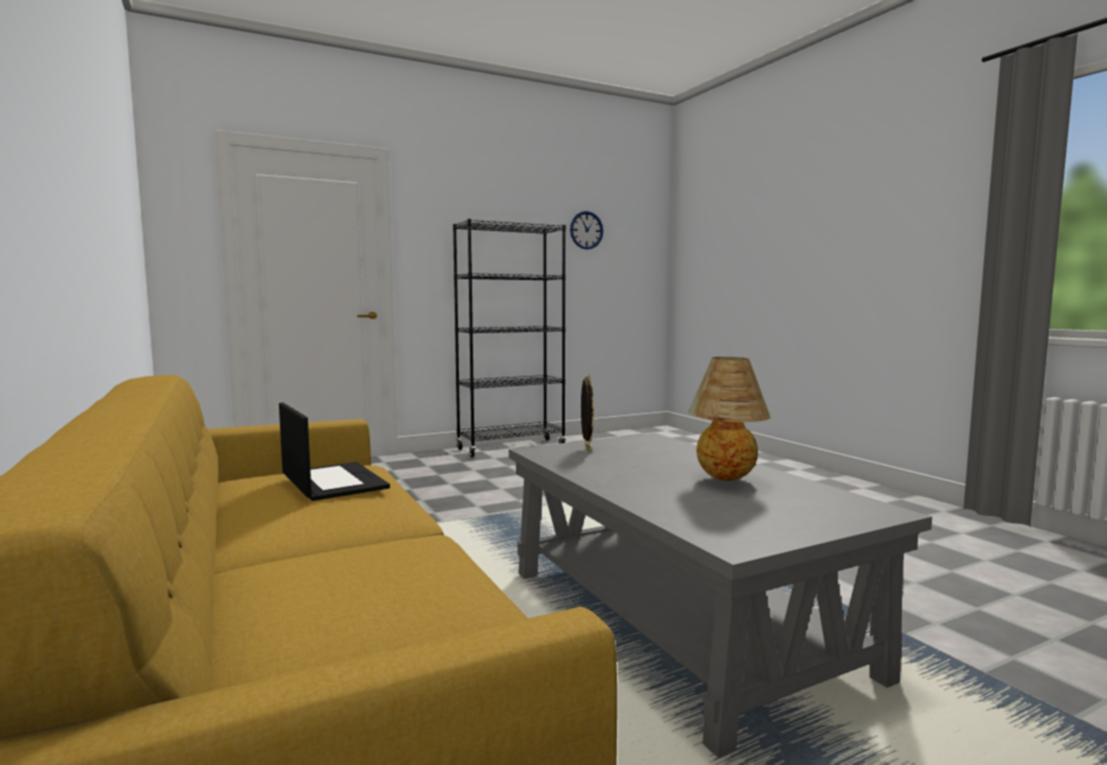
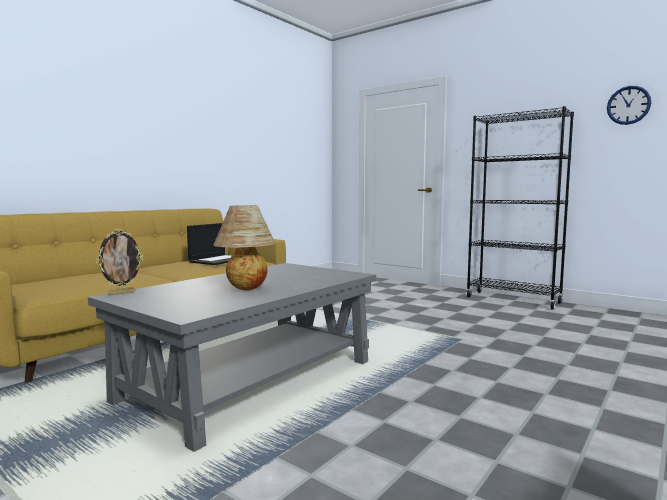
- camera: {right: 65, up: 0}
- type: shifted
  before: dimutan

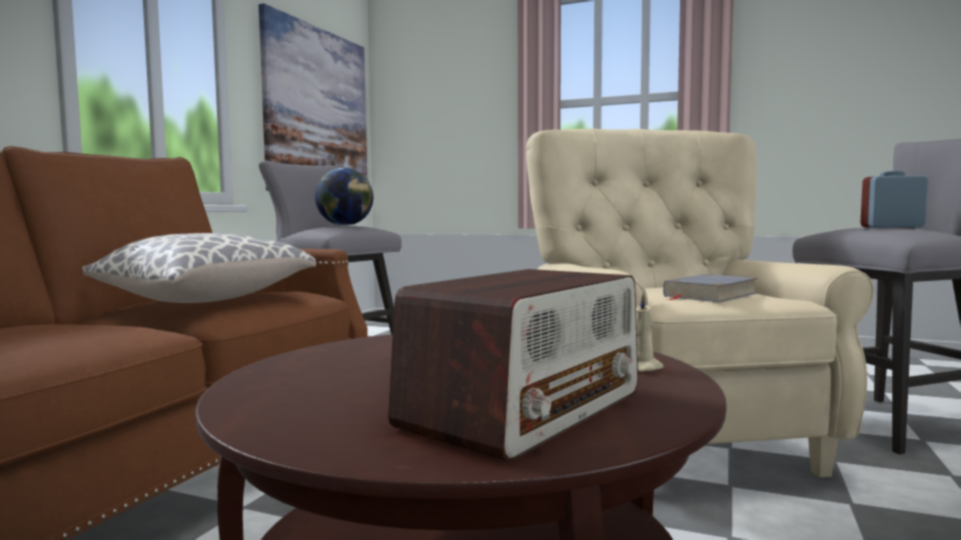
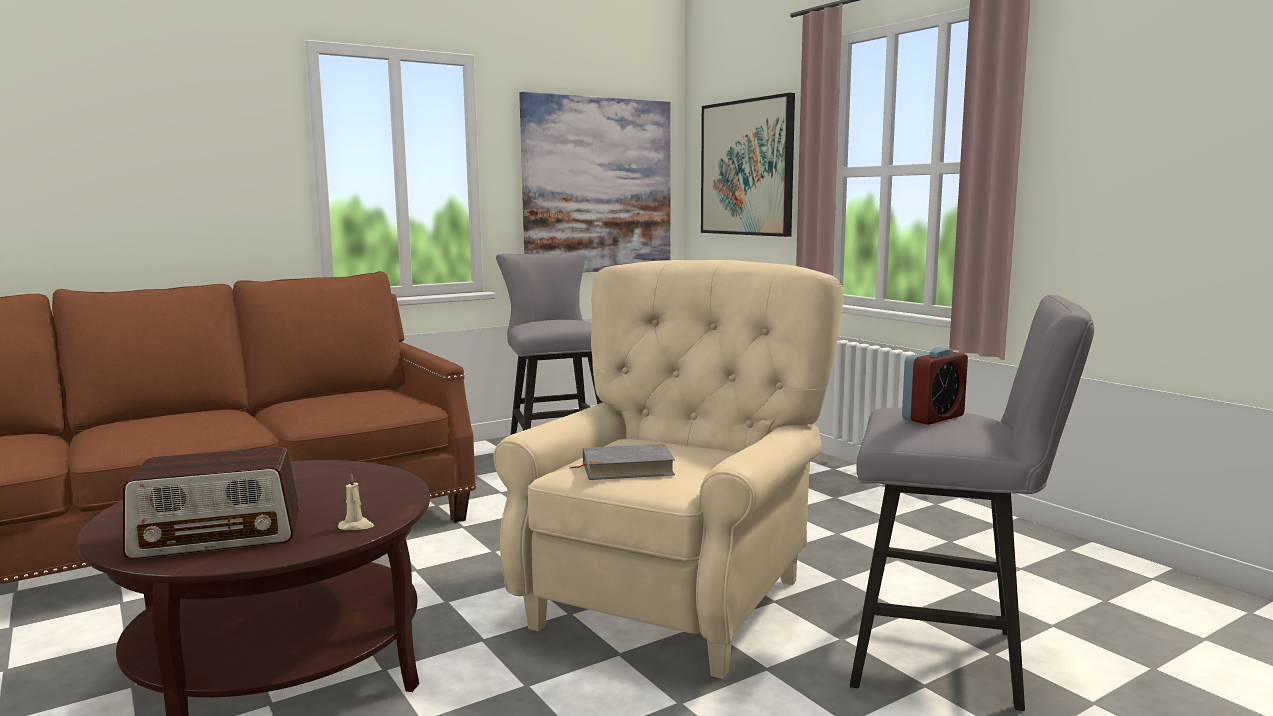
- camera: {right: 35, up: 5}
- type: new
  after: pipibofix (no. 2 from left)
- type: rotated
  before: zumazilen
  turn: 105
- type: gone
  before: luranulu
- type: gone
  before: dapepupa

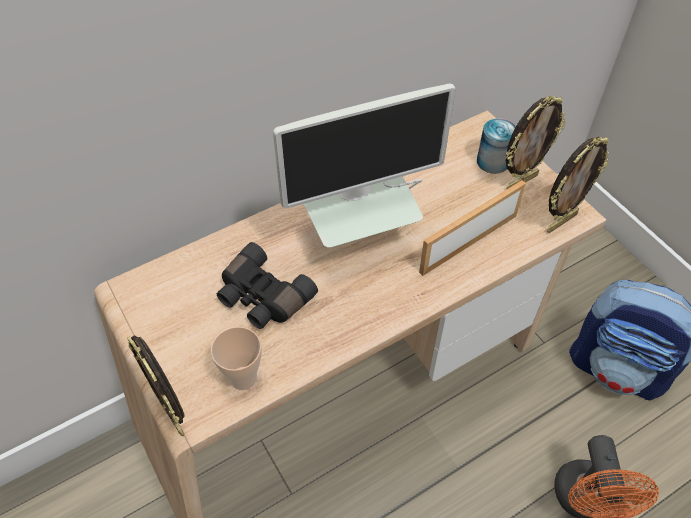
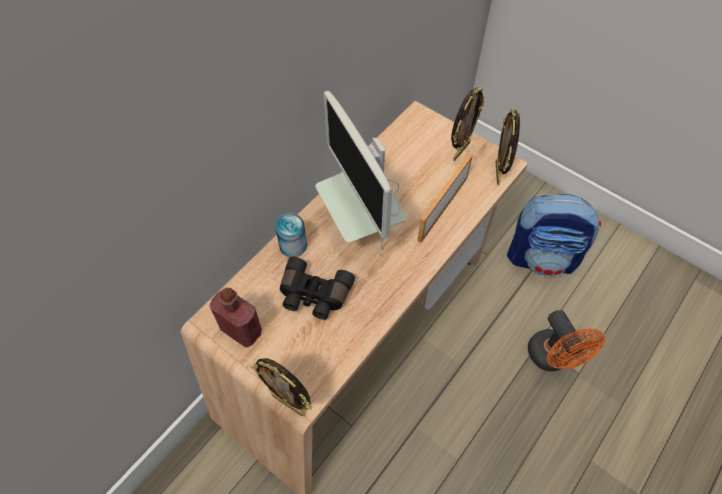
- camera: {right: -20, up: 5}
- type: new
  after: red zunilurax
- type: shifted
  before: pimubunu
- type: rotated
  before: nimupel
  turn: 105
- type: rotated
  before: dimutan (no. 4 from left)
  turn: 150
- type: gone
  before: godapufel

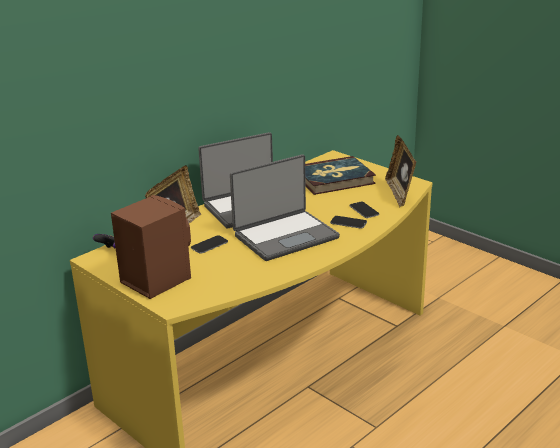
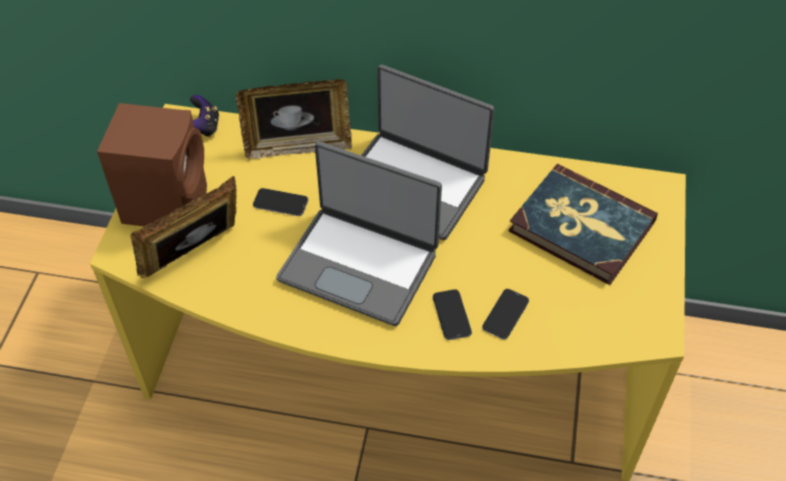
- camera: {right: 55, up: 25}
- type: shifted
  before: dimutan (no. 2 from left in the first image)
  after: dimutan (no. 1 from left)

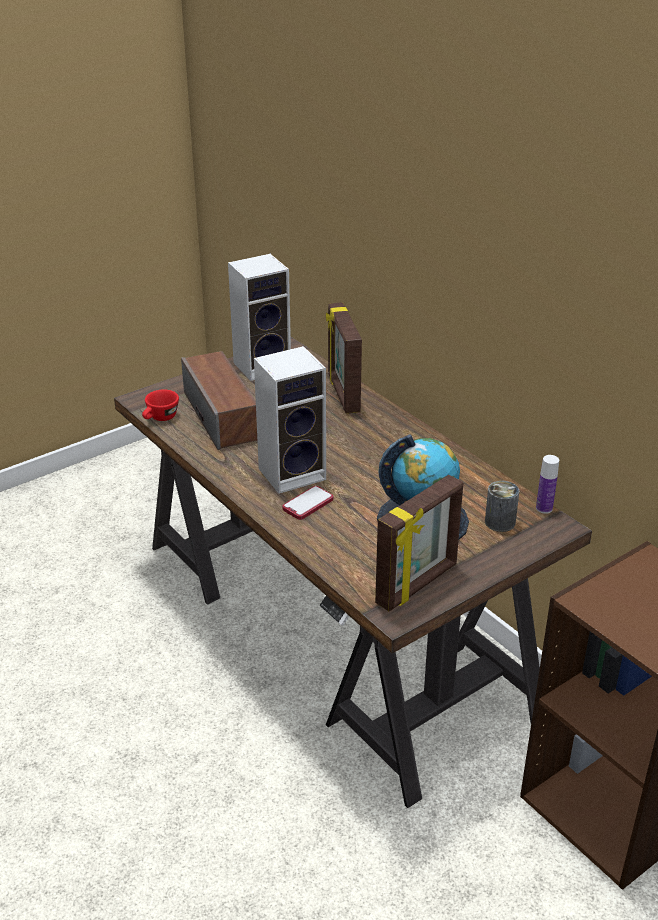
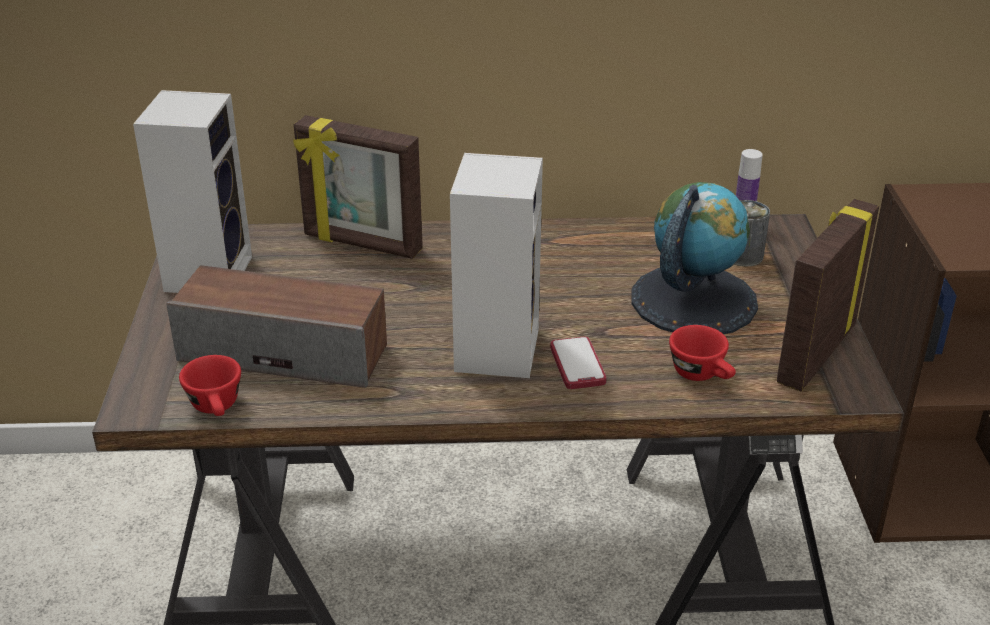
- camera: {right: -55, up: 0}
- type: new
  after: red godapufel (no. 2 from left)
- type: rotated
  before: dimutan (no. 2 from left)
  turn: -135

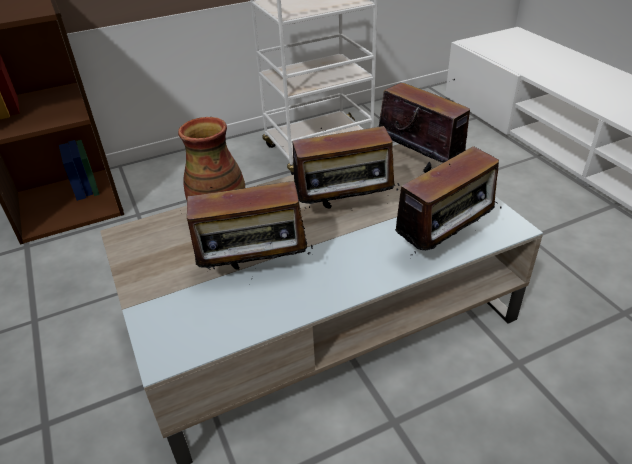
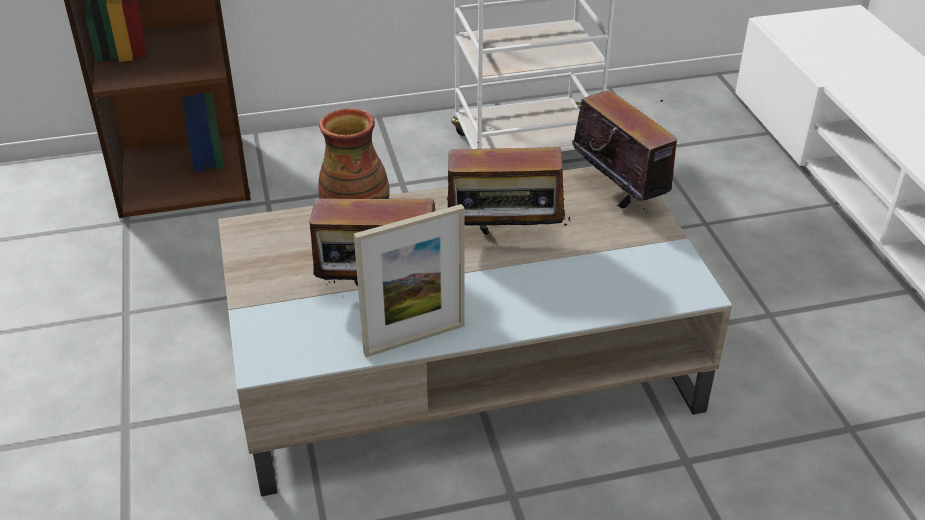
- camera: {right: 10, up: 0}
- type: new
  after: dimutan
- type: gone
  before: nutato (no. 4 from left)

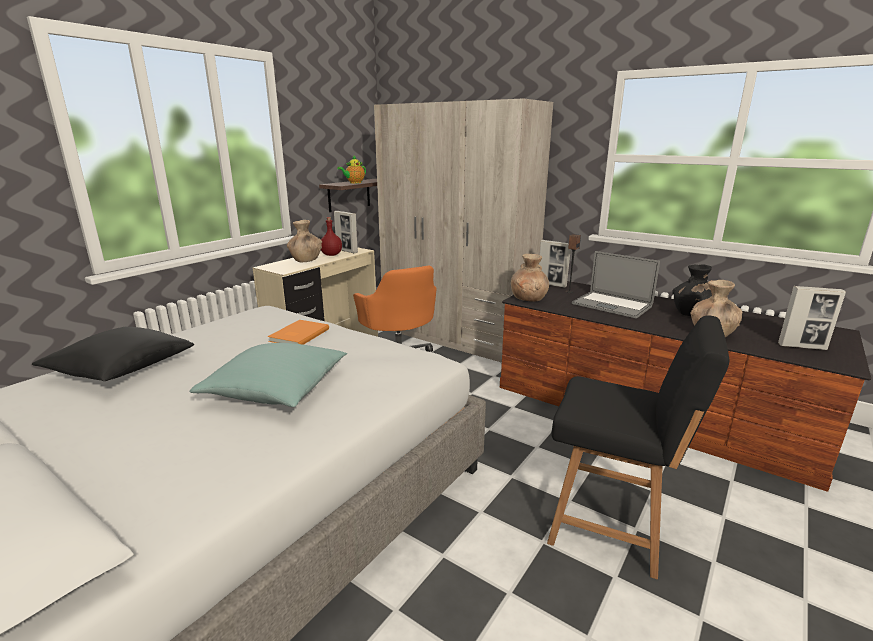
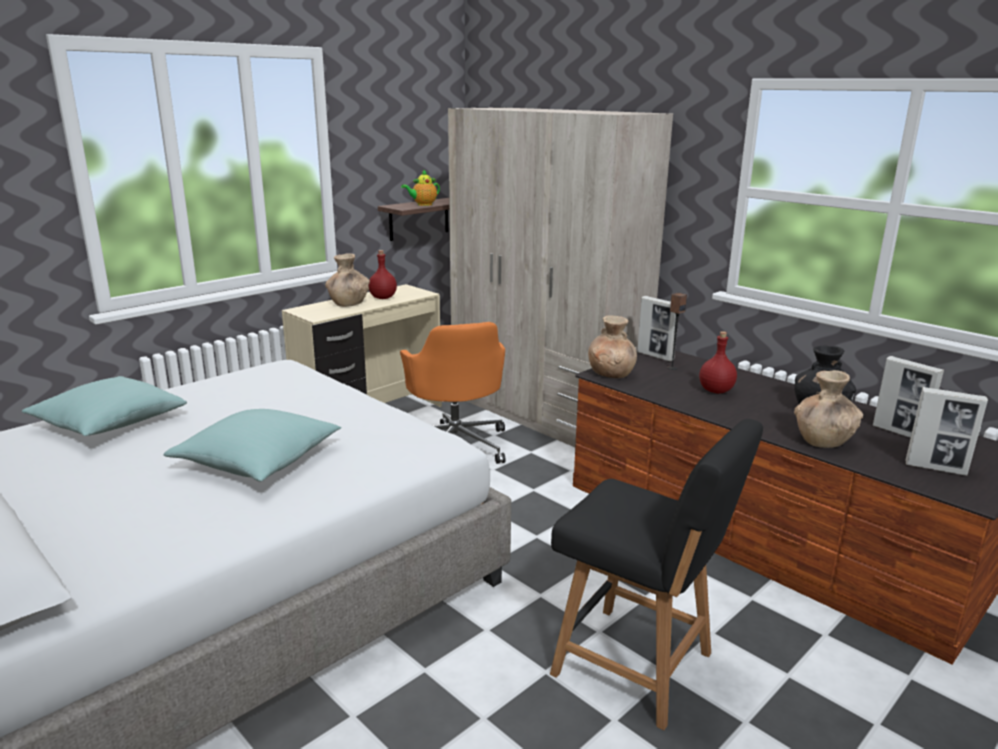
- camera: {right: 10, up: 0}
- type: repainted
  before: black luranulu
  after: turquoise luranulu (no. 1 from left)
- type: swapped
  before: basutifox
  after: red zunilurax (no. 2 from left)
- type: shifted
  before: dimutan (no. 1 from left in the first image)
  after: dimutan (no. 2 from left)
- type: gone
  before: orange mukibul

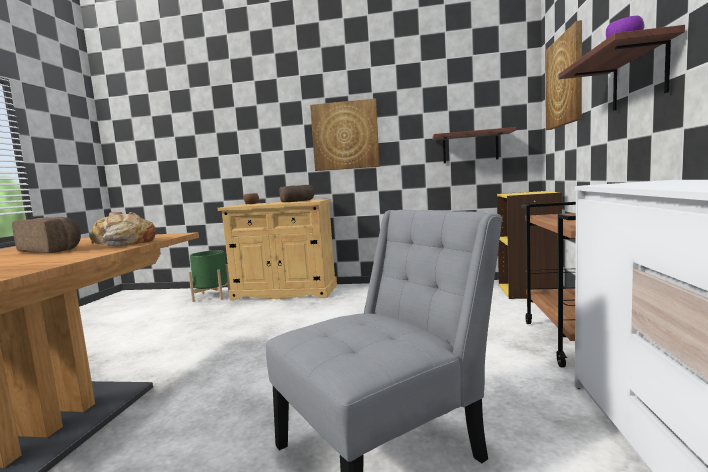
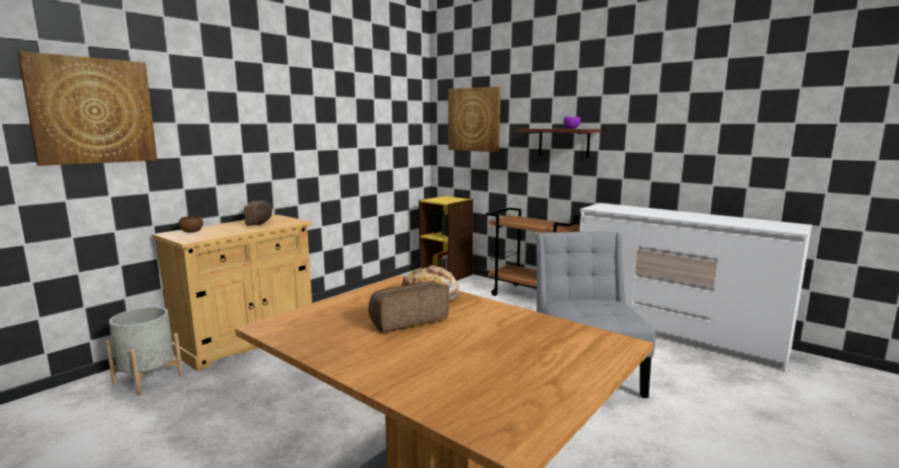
- camera: {right: -60, up: 5}
- type: shifted
  before: pipibofix (no. 1 from left)
- type: repainted
  before: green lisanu
  after: grey lisanu
- type: gone
  before: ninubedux (no. 1 from left)

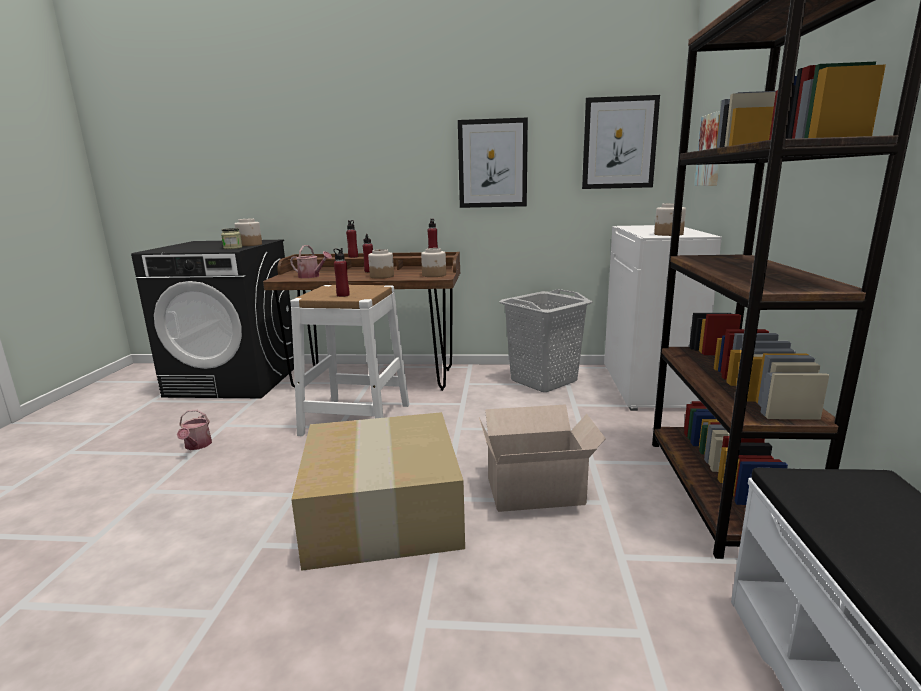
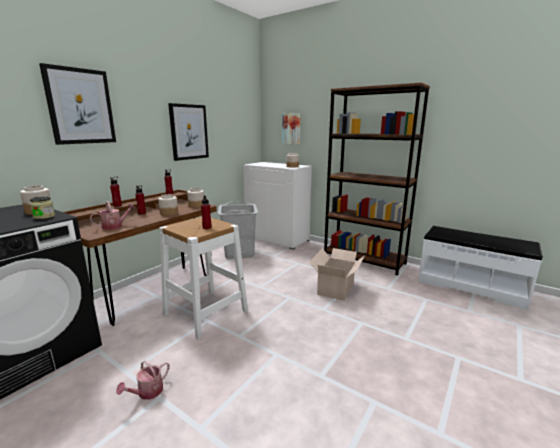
- camera: {right: -60, up: 0}
- type: shifted
  before: pipibofix (no. 2 from left in the first image)
  after: pipibofix (no. 1 from left)
- type: rotated
  before: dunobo (no. 1 from left in the first image)
  turn: 105
- type: gone
  before: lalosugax (no. 1 from left)

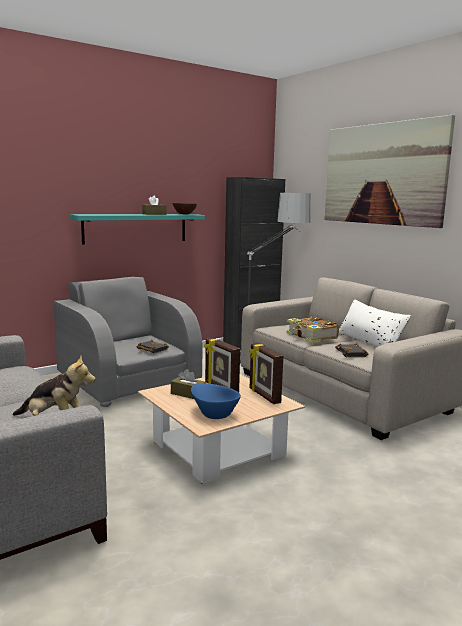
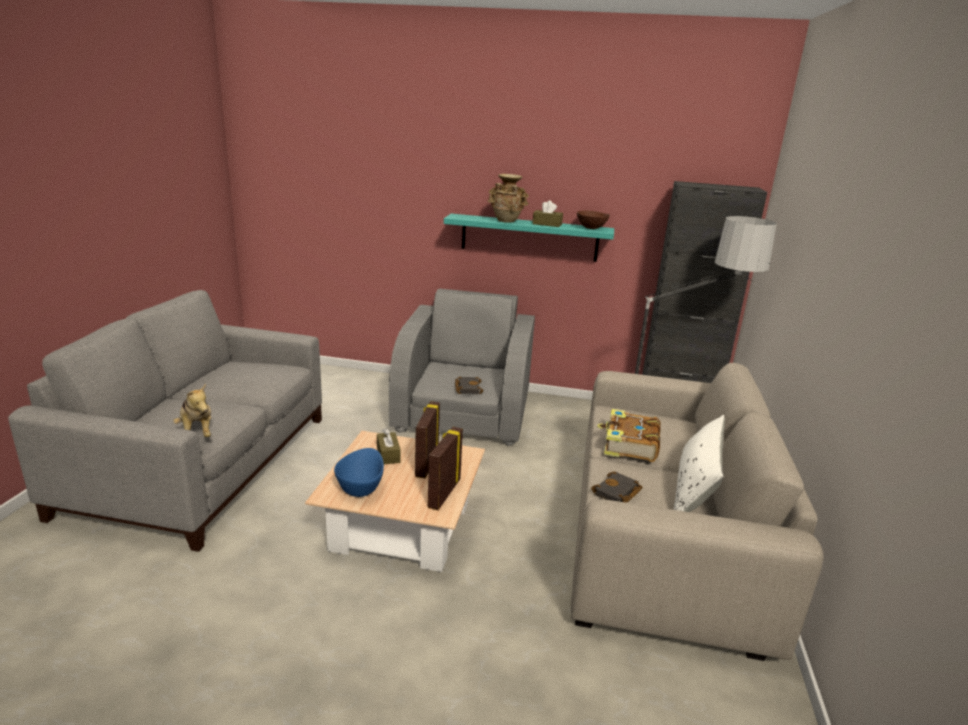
- camera: {right: 45, up: 10}
- type: new
  after: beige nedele
- type: gone
  before: pipibofix

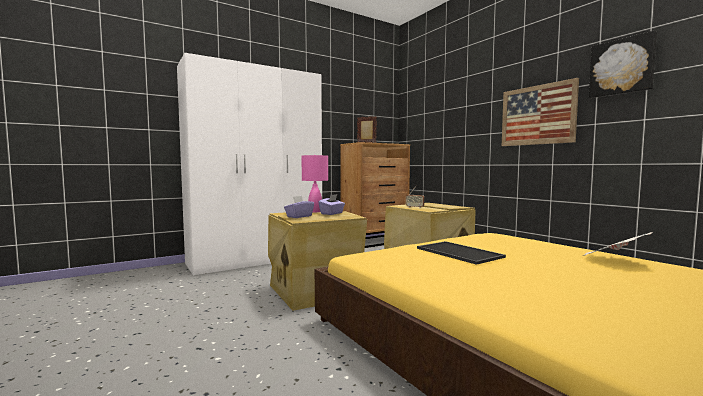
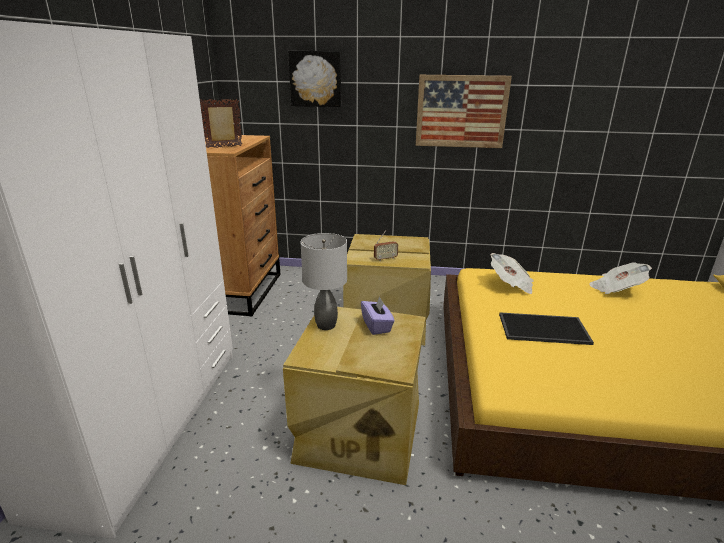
- camera: {right: -50, up: 20}
- type: shifted
  before: pipibofix (no. 2 from left in the first image)
  after: pipibofix (no. 1 from left)
- type: repainted
  before: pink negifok
  after: grey negifok
- type: new
  after: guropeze (no. 1 from left)
- type: gone
  before: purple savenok (no. 1 from left)

